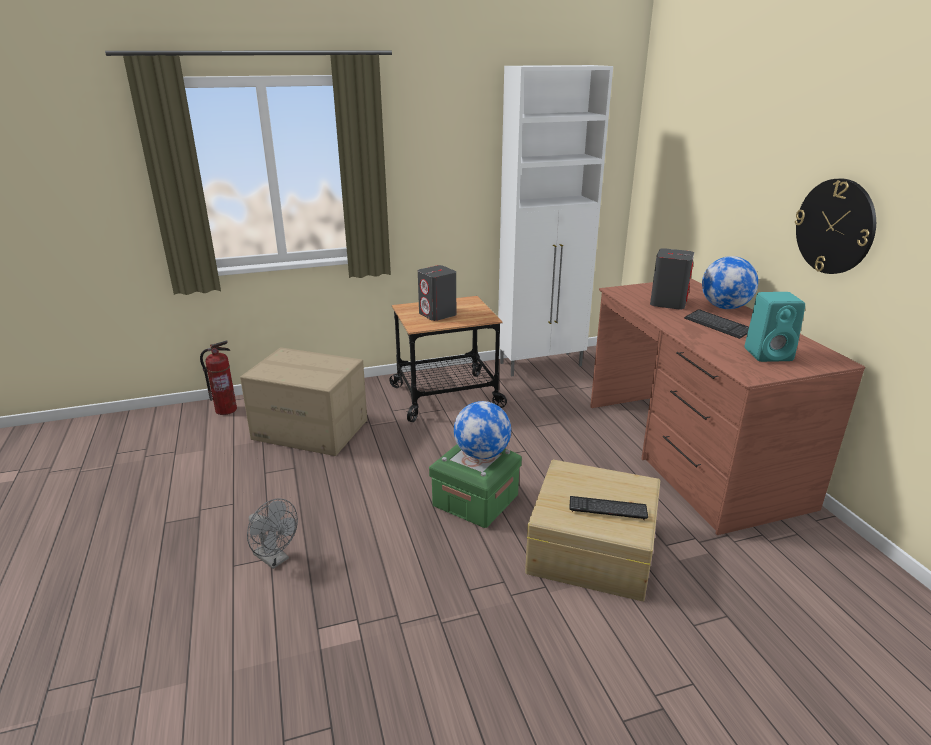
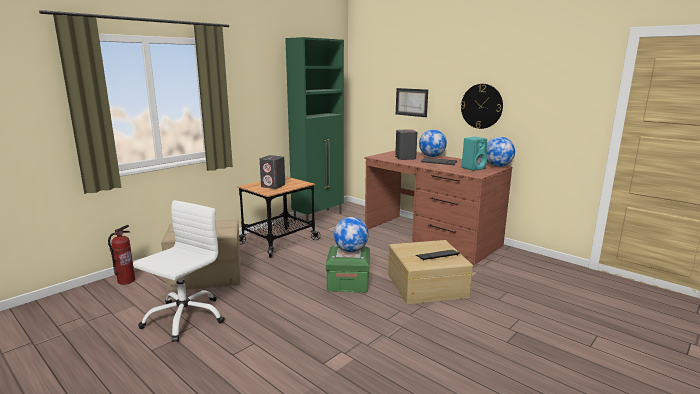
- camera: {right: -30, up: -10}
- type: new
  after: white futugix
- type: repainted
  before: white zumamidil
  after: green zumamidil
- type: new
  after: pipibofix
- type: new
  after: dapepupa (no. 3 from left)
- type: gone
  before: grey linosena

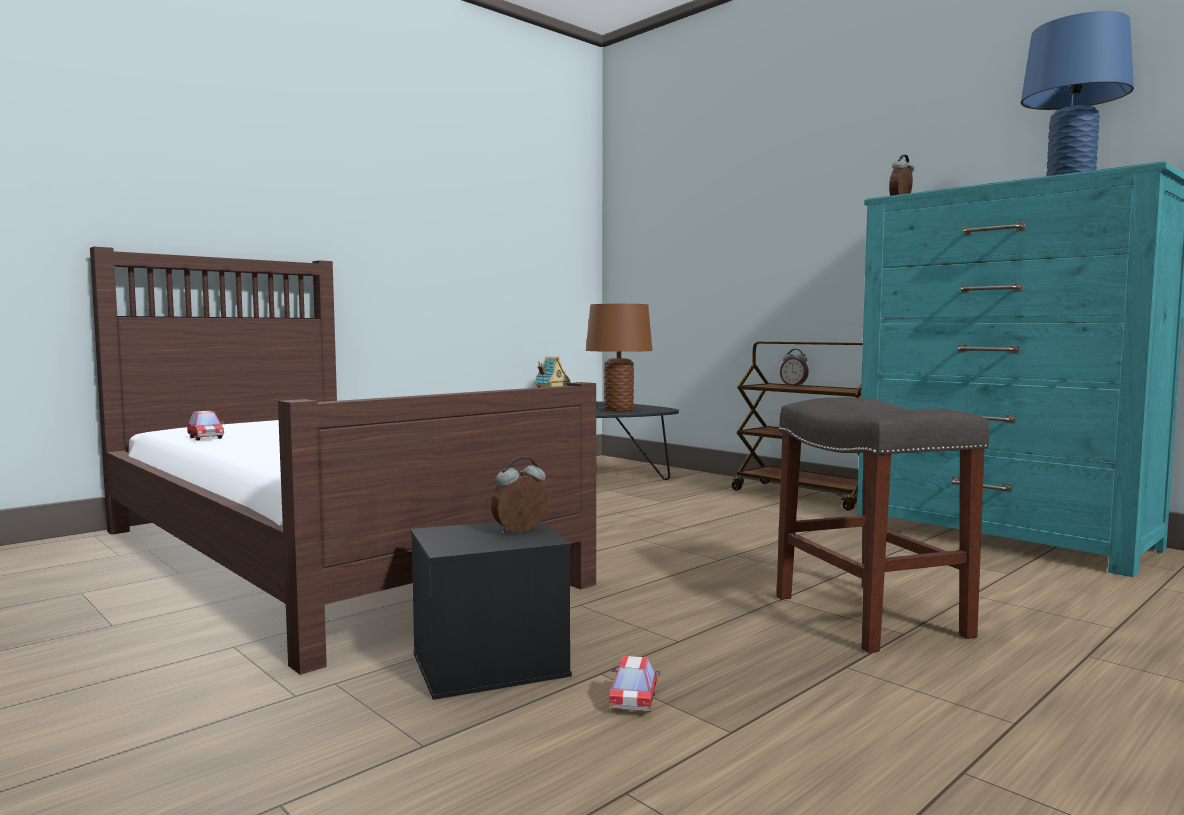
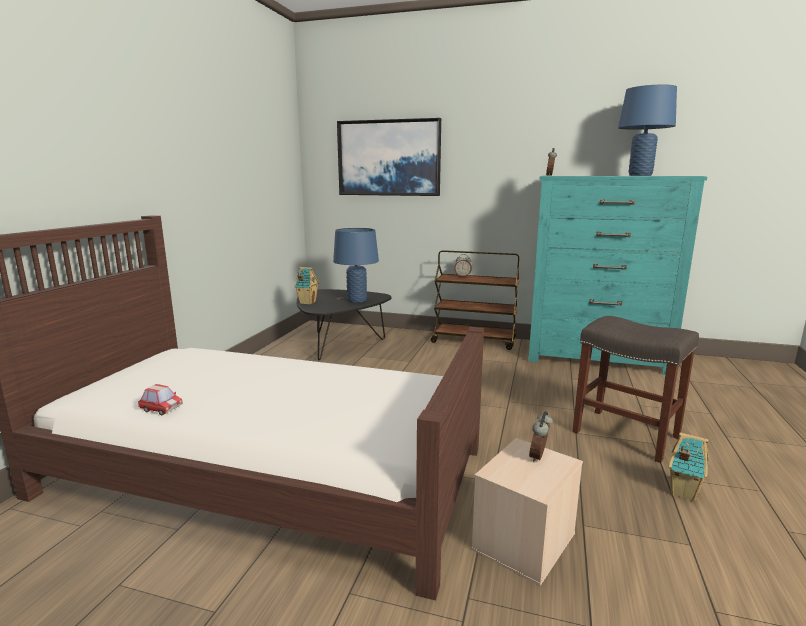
- camera: {right: -30, up: 10}
- type: repainted
  before: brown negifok
  after: blue negifok (no. 1 from left)
- type: new
  after: pipibofix
- type: repainted
  before: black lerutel
  after: beige lerutel
- type: new
  after: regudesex (no. 2 from left)
- type: gone
  before: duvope (no. 2 from left)

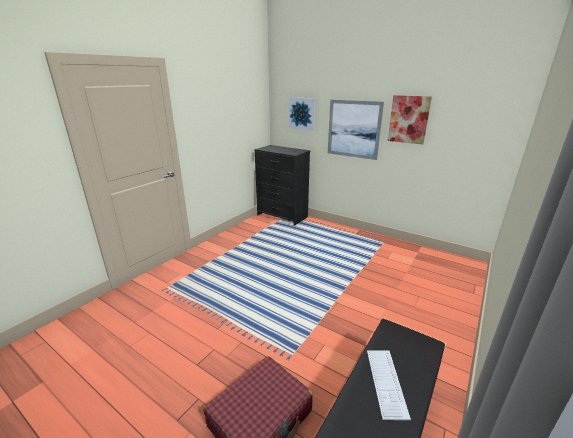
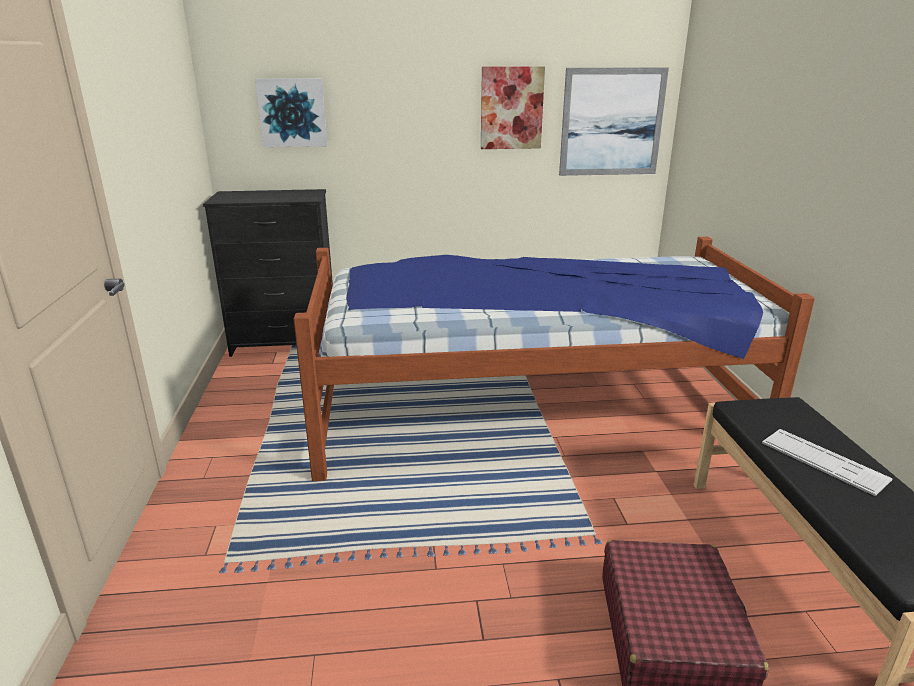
- camera: {right: -40, up: 0}
- type: new
  after: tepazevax
- type: shifted
  before: pipibofix (no. 2 from left in the first image)
  after: pipibofix (no. 3 from left)

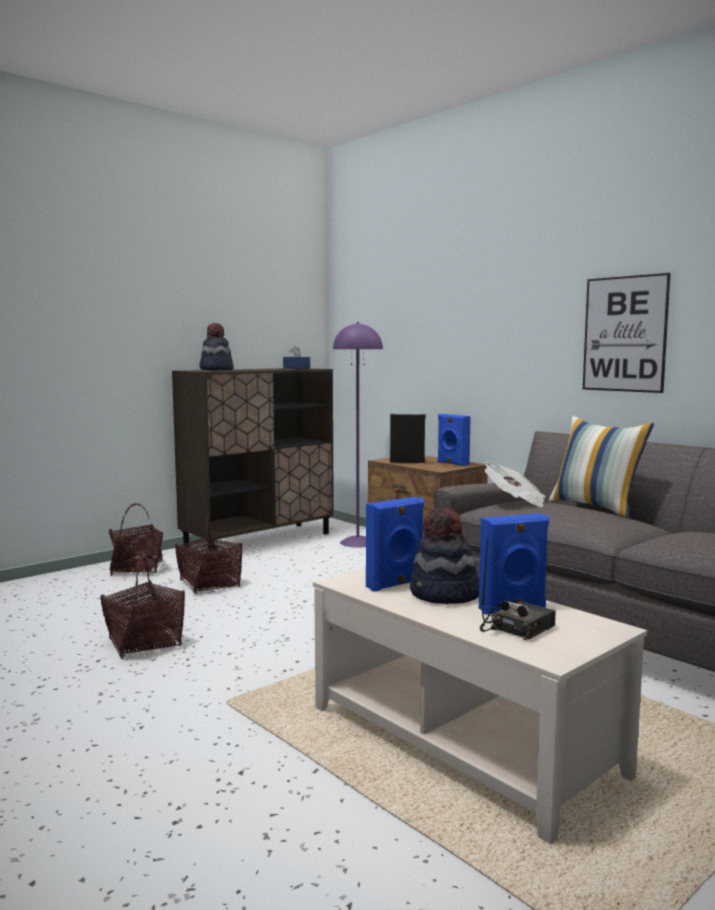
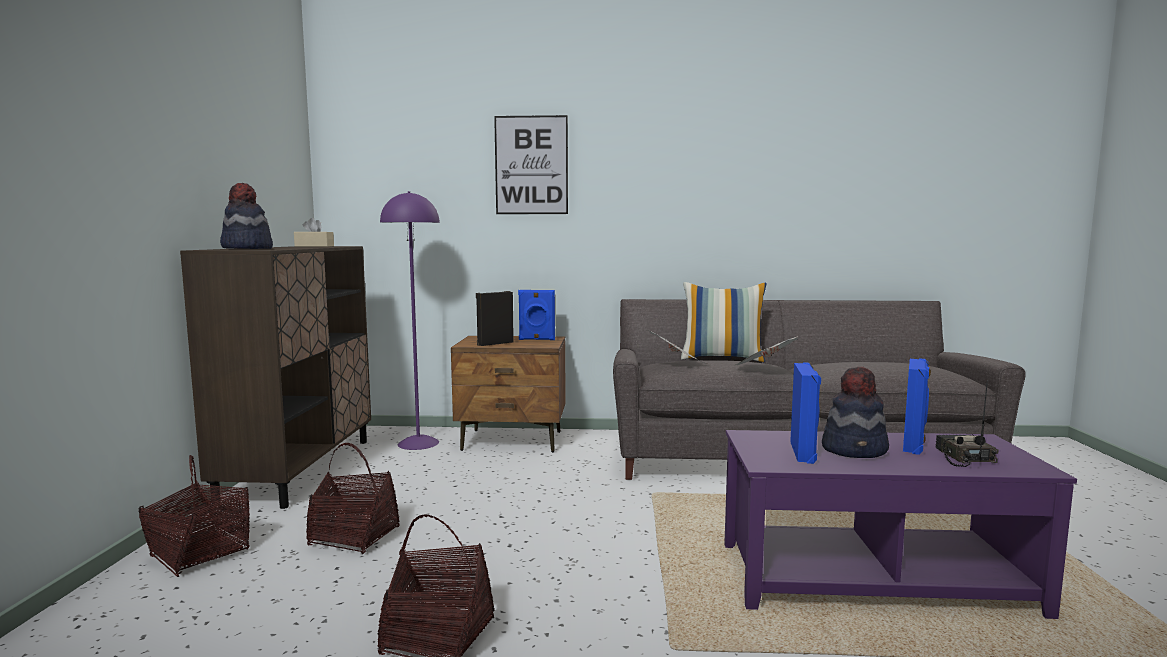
- camera: {right: -45, up: 0}
- type: repainted
  before: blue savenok
  after: beige savenok
- type: shifted
  before: pipibofix
- type: repainted
  before: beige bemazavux
  after: purple bemazavux
- type: new
  after: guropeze (no. 2 from left)

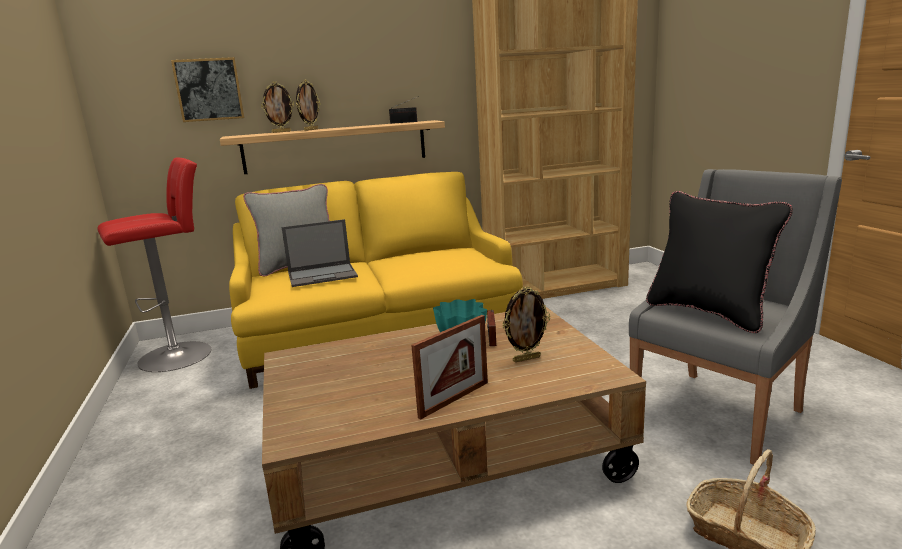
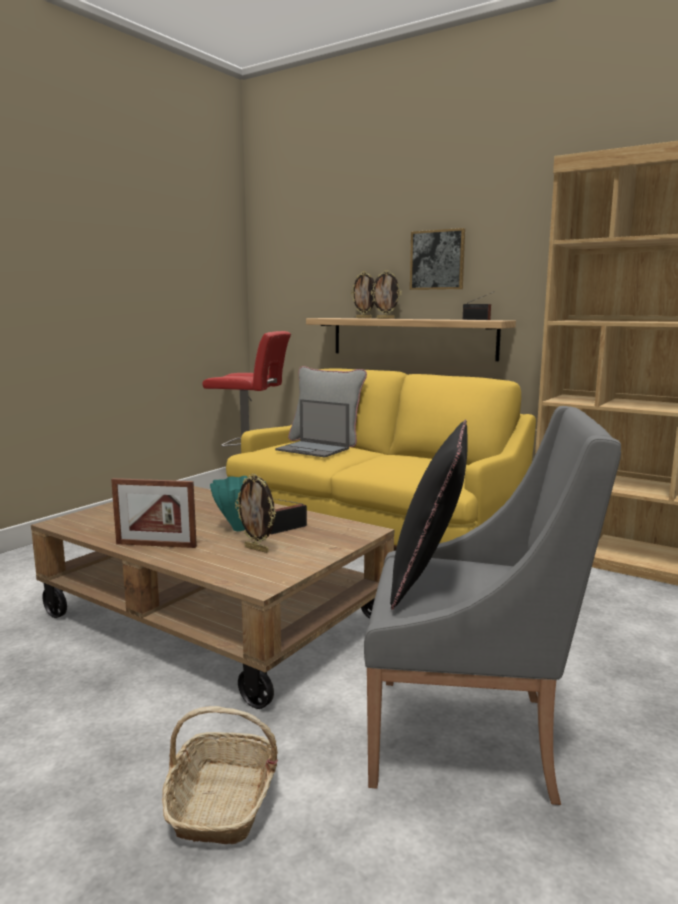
- camera: {right: 50, up: -5}
- type: shifted
  before: pipibofix

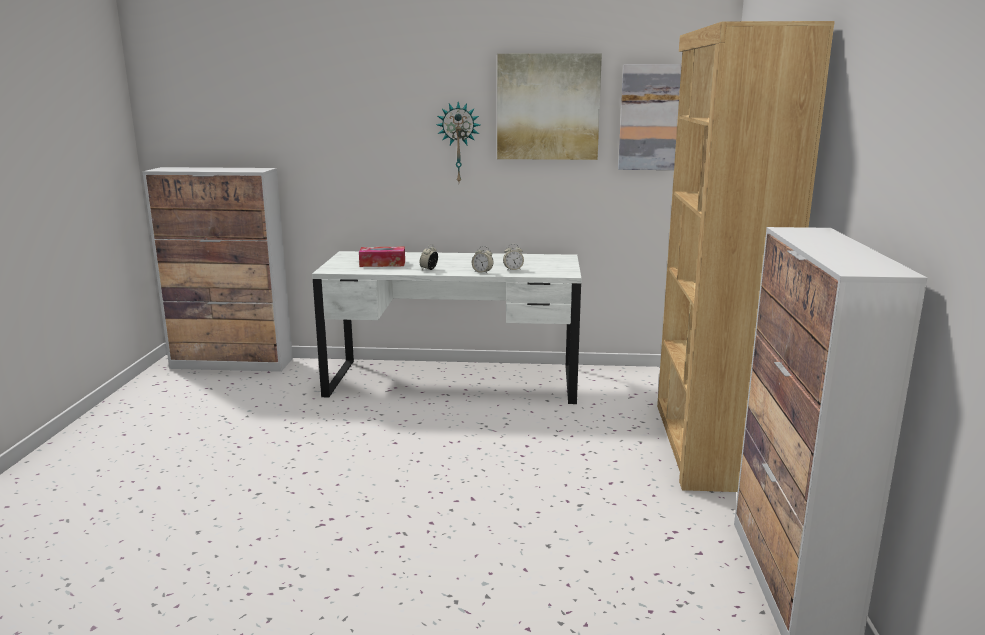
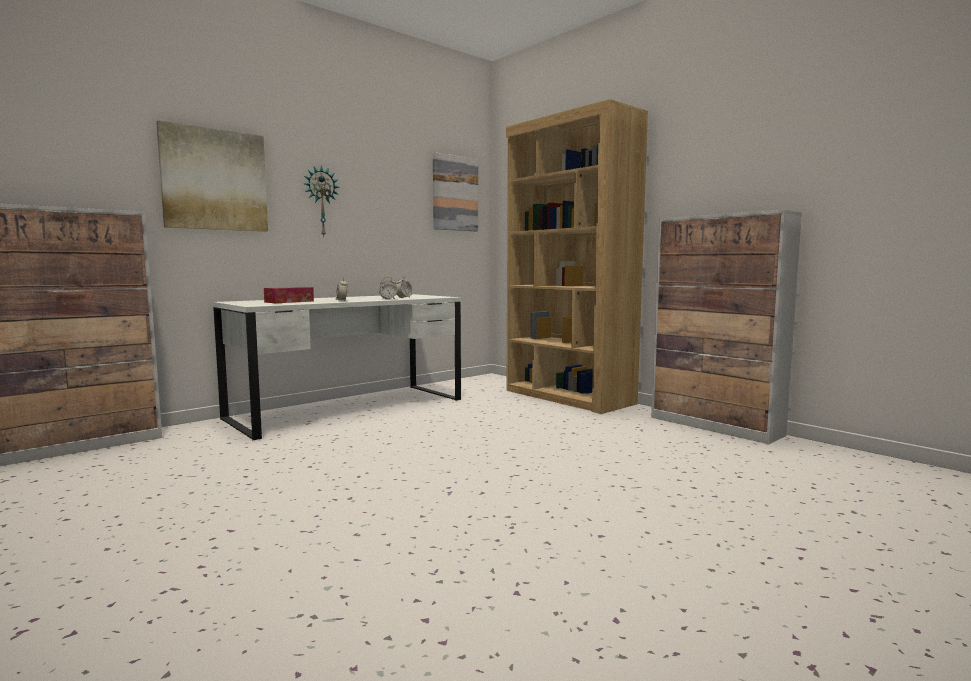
- camera: {right: -45, up: -10}
- type: shifted
  before: pipibofix (no. 1 from left)

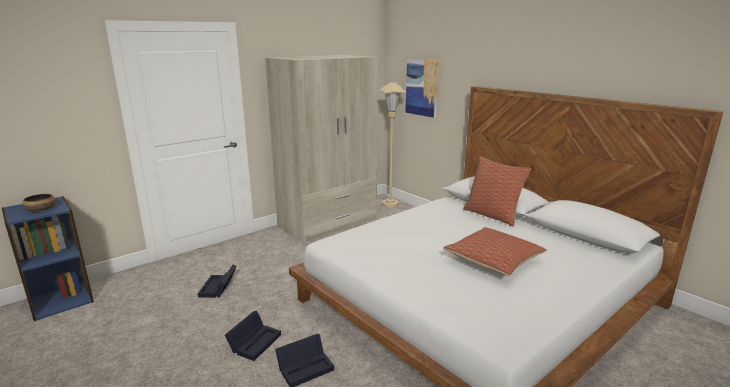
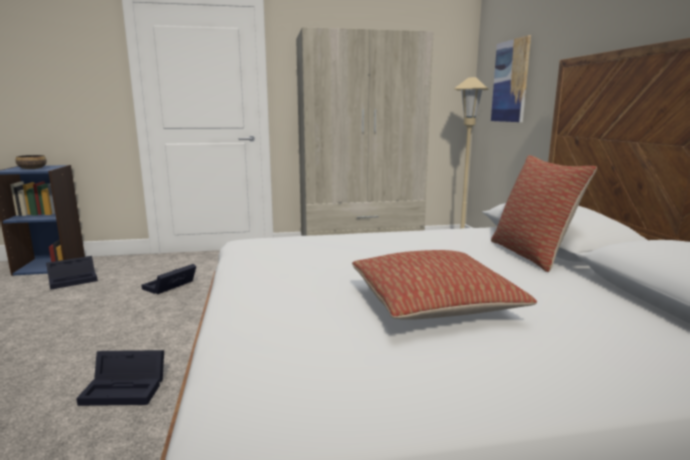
- camera: {right: 30, up: -5}
- type: shifted
  before: black lerutel (no. 2 from left in the first image)
  after: black lerutel (no. 1 from left)

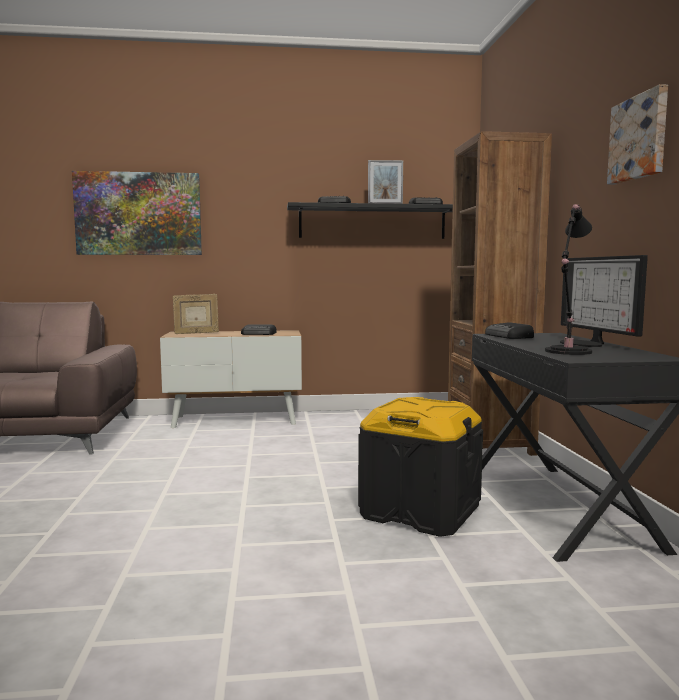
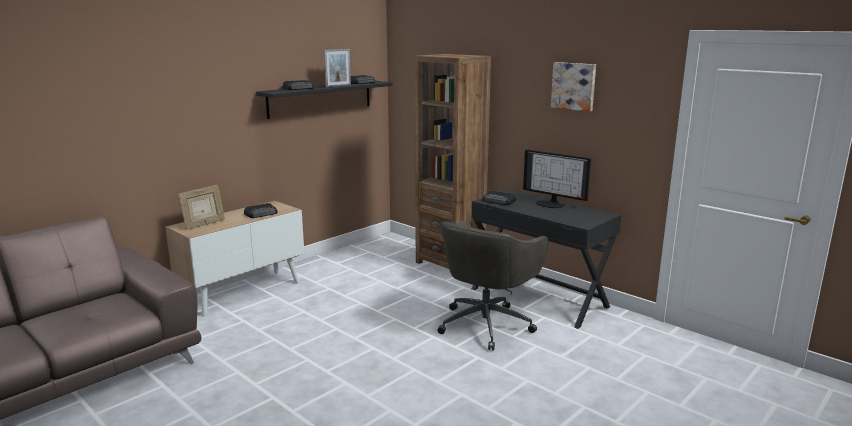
- camera: {right: -40, up: 10}
- type: swapped
  before: black lerutel
  after: grey futugix
- type: gone
  before: pipibofix (no. 1 from left)
- type: gone
  before: black negifok

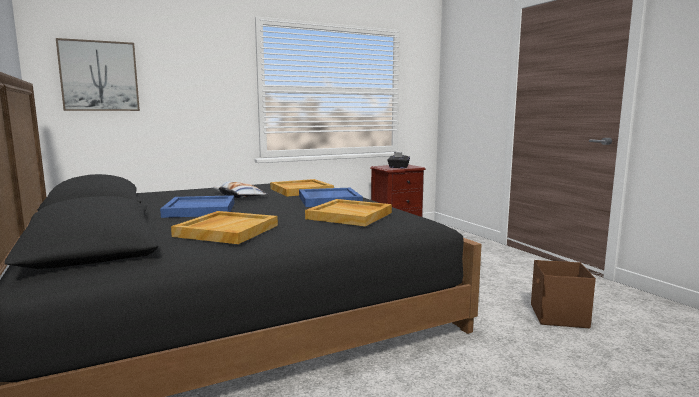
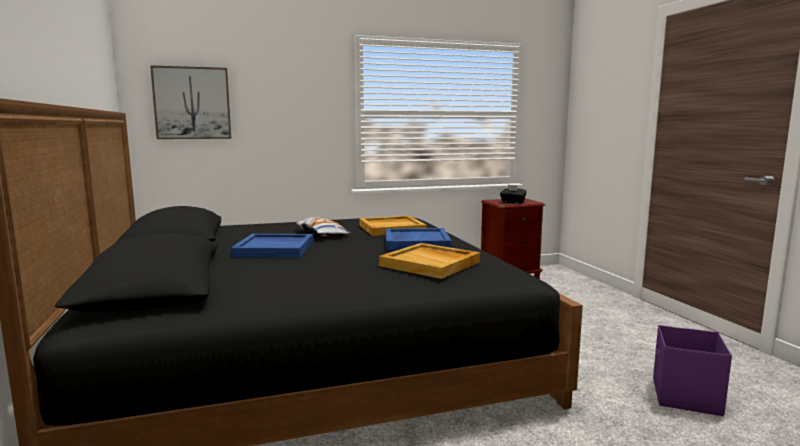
- camera: {right: 10, up: 0}
- type: repainted
  before: brown lerutel
  after: purple lerutel
- type: gone
  before: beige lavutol (no. 1 from left)

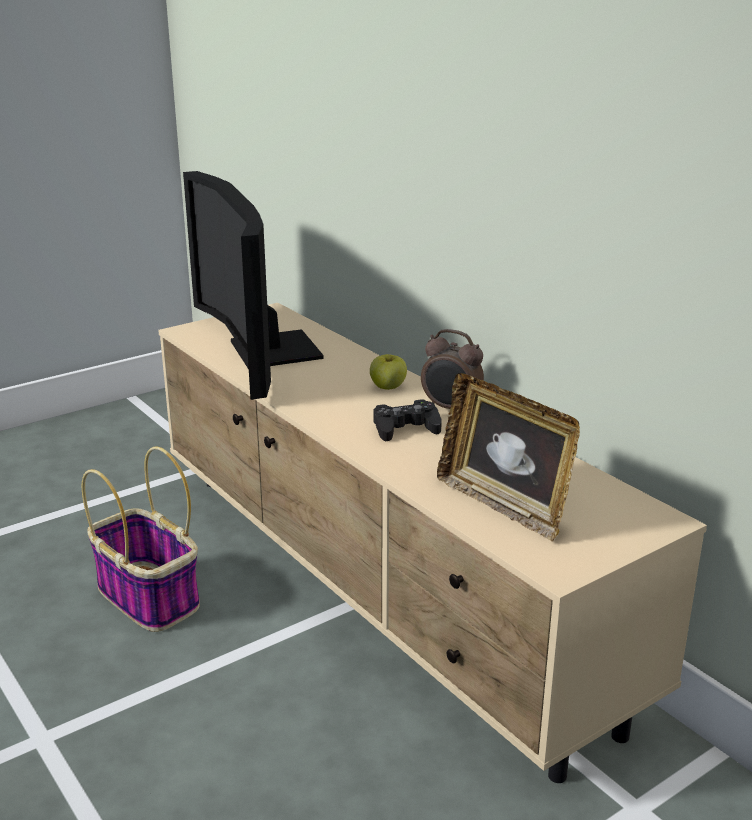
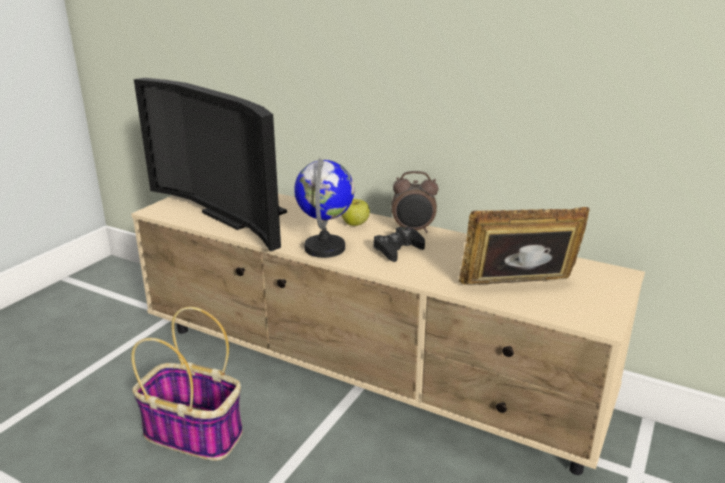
- camera: {right: -25, up: 0}
- type: new
  after: dapepupa
- type: rotated
  before: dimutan
  turn: 150

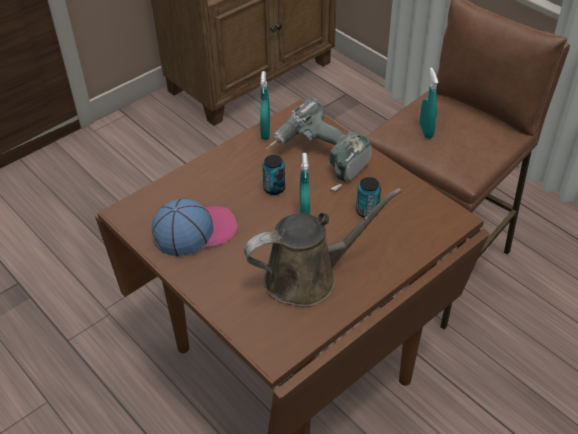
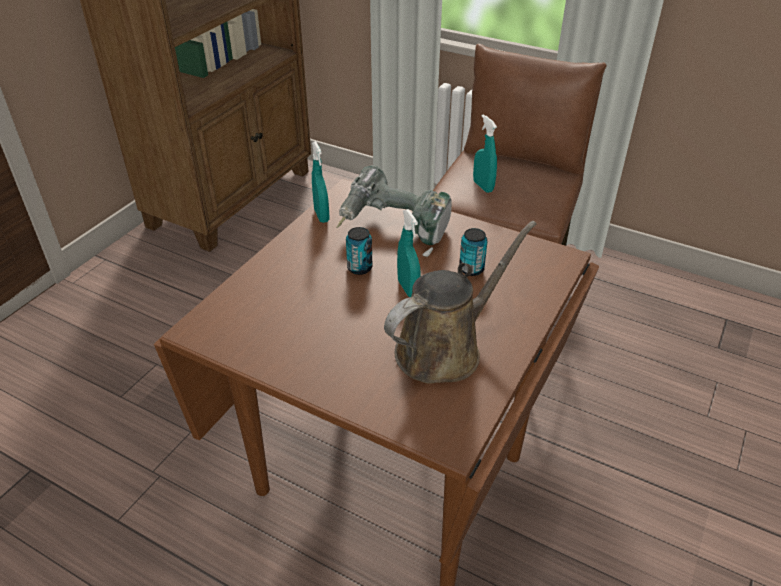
- camera: {right: -20, up: -5}
- type: gone
  before: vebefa

